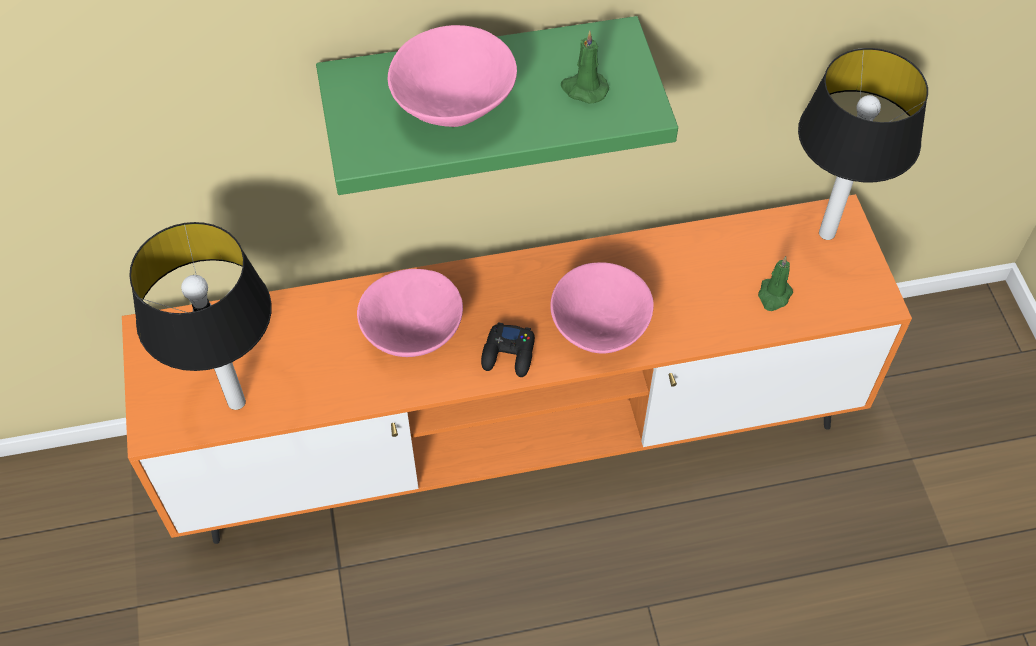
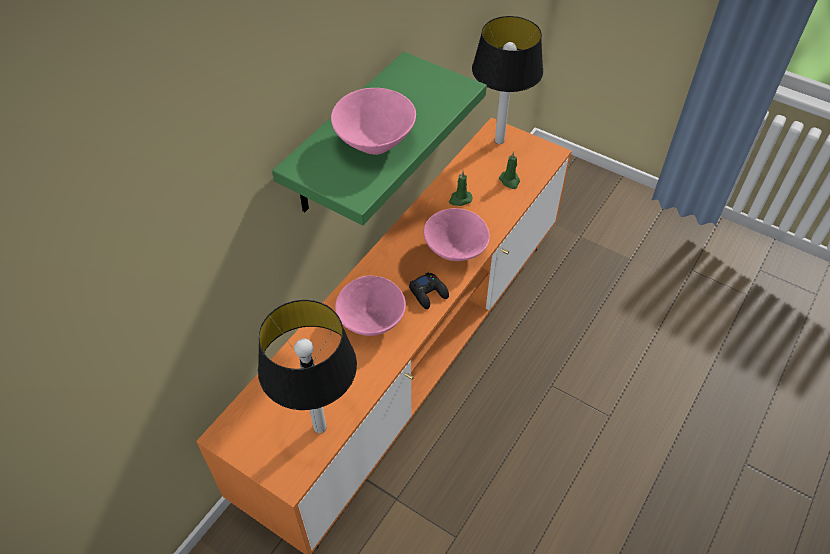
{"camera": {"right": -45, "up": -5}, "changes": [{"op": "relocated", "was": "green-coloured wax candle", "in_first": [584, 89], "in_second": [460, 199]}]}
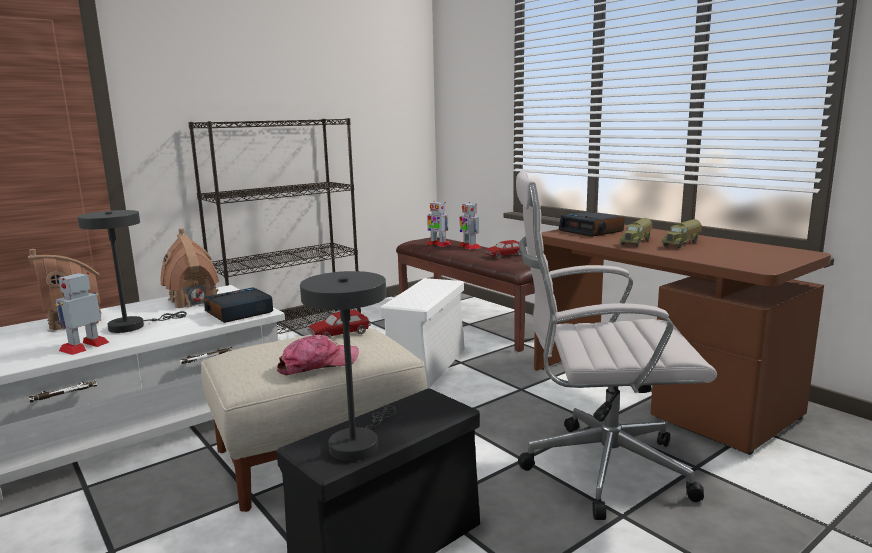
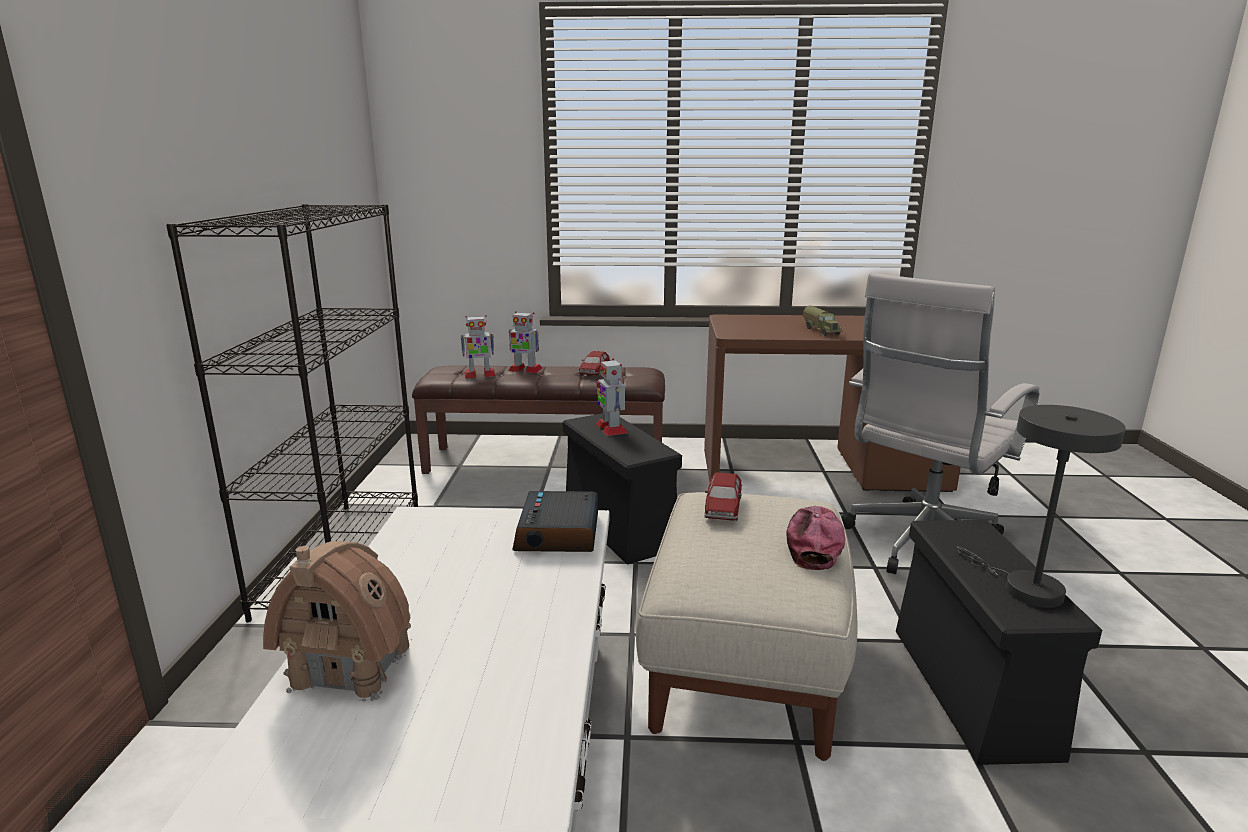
{"camera": {"right": -50, "up": 5}, "changes": [{"op": "missing", "was": "greyish lamp for a table", "in_first": [133, 326]}, {"op": "missing", "was": "bedside clock", "in_first": [591, 231]}, {"op": "missing", "was": "model truck", "in_first": [682, 244]}, {"op": "missing", "was": "toy house", "in_first": [193, 301]}, {"op": "relocated", "was": "robot figure", "in_first": [85, 346], "in_second": [611, 428]}, {"op": "colour", "was": "white storage box", "now": "black storage box", "in_first": [426, 367], "in_second": [620, 528]}]}
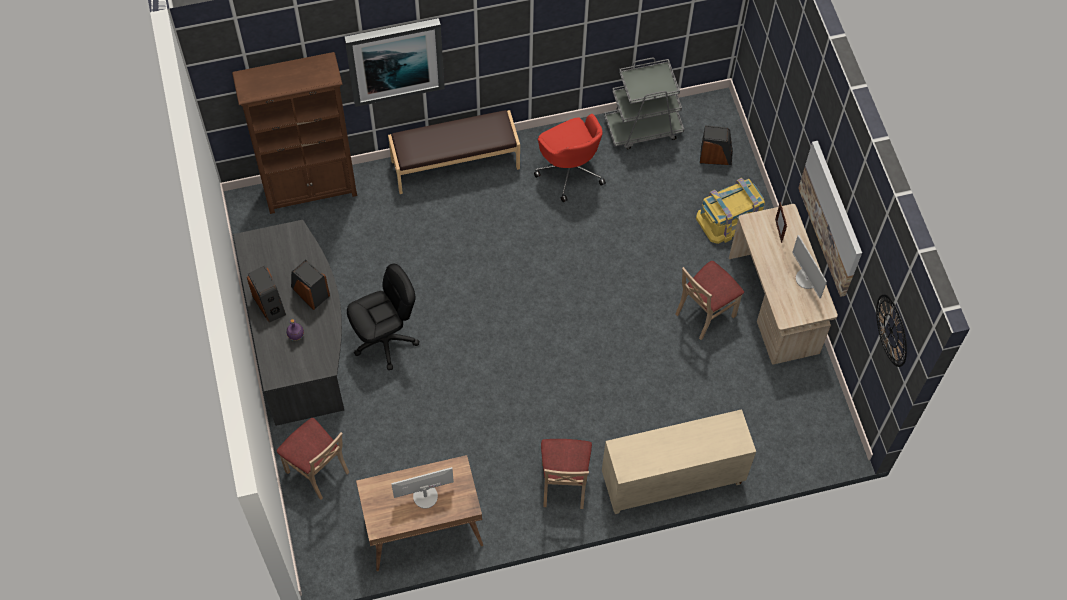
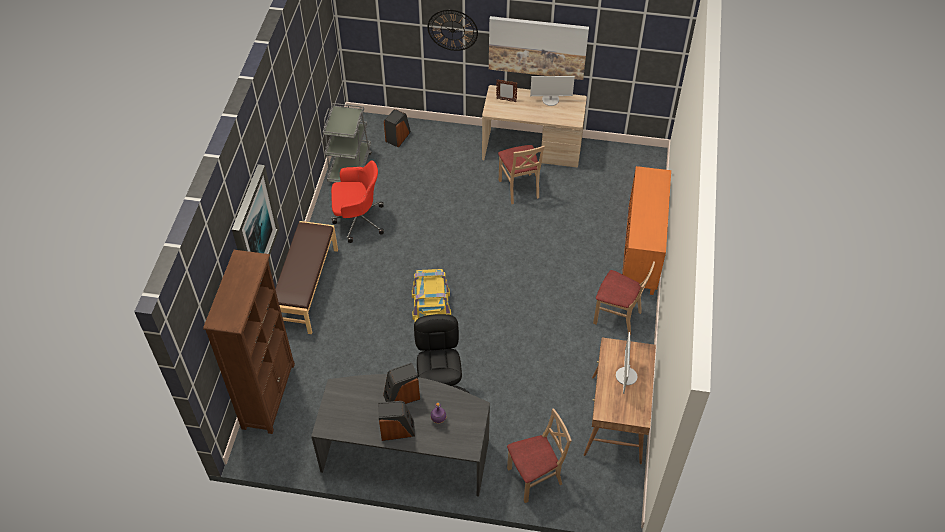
{"camera": {"right": -65, "up": -10}, "changes": [{"op": "relocated", "was": "yellow storage box", "in_first": [729, 217], "in_second": [431, 305]}, {"op": "relocated", "was": "clock on the wall", "in_first": [891, 330], "in_second": [452, 30]}, {"op": "colour", "was": "sand-coloured storage cabinet", "now": "orangey storage cabinet", "in_first": [671, 482], "in_second": [641, 254]}]}
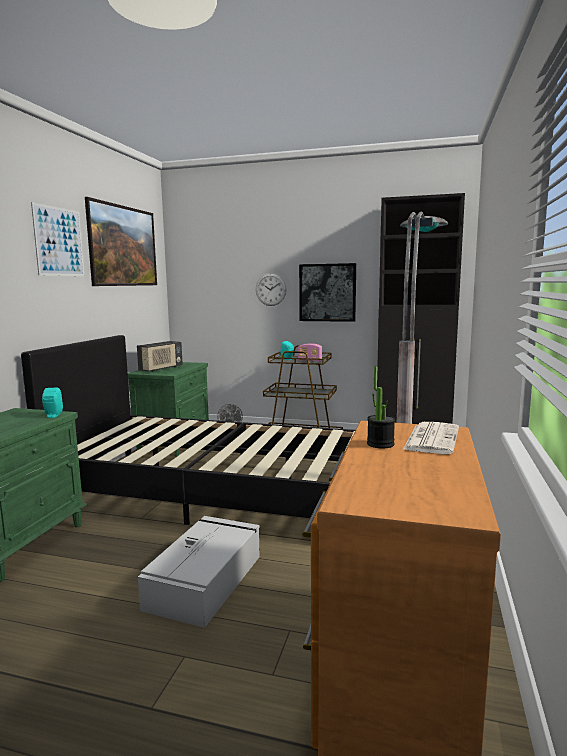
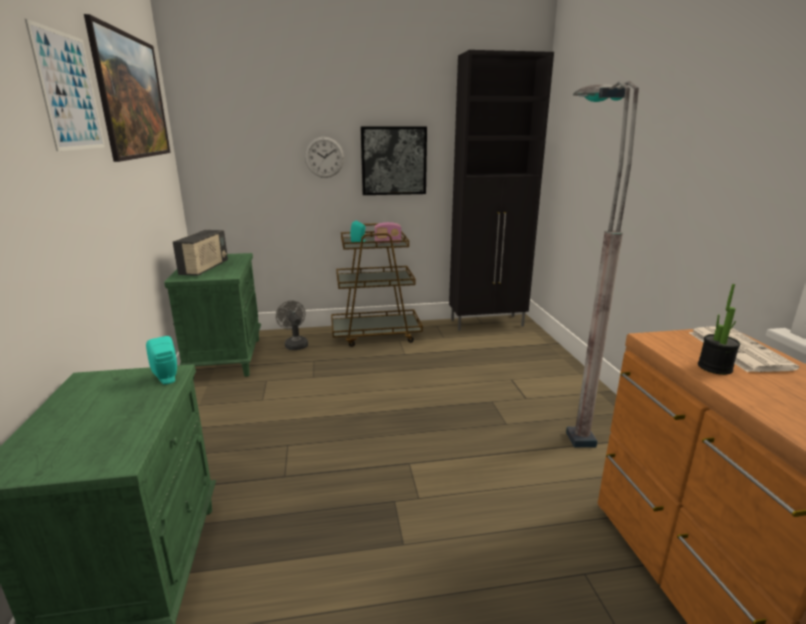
{"camera": {"right": -25, "up": 10}, "changes": [{"op": "missing", "was": "black sleeping bed", "in_first": [218, 494]}, {"op": "missing", "was": "greyish storage box", "in_first": [206, 580]}]}
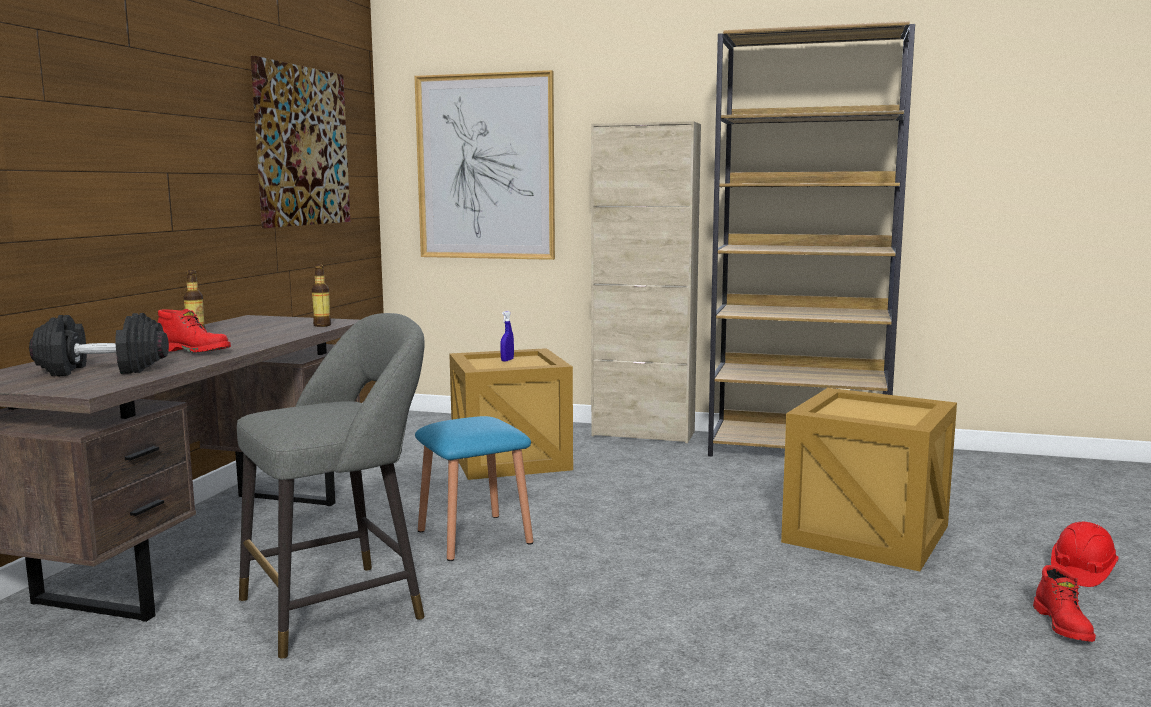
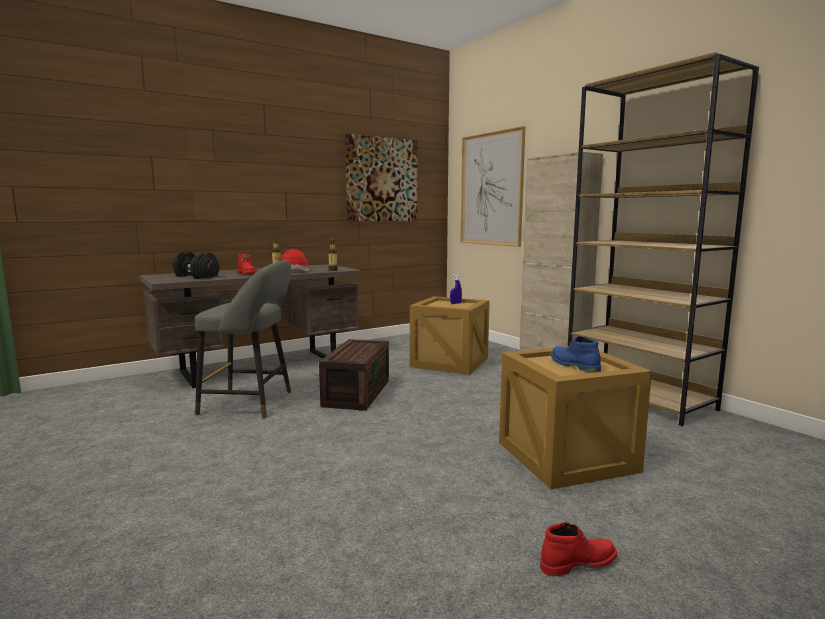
{"camera": {"right": 40, "up": 0}, "changes": [{"op": "exchanged", "was": "blue-coloured sitting stool", "now": "brown storage box", "in_first": [474, 537], "in_second": [356, 392]}, {"op": "relocated", "was": "red-coloured safety helmet", "in_first": [1081, 572], "in_second": [292, 271]}, {"op": "spun", "was": "red-coloured boot", "in_first": [1064, 626], "in_second": [577, 562], "clockwise": -150}, {"op": "appeared", "now": "blue-coloured boot", "in_second": [573, 365]}]}
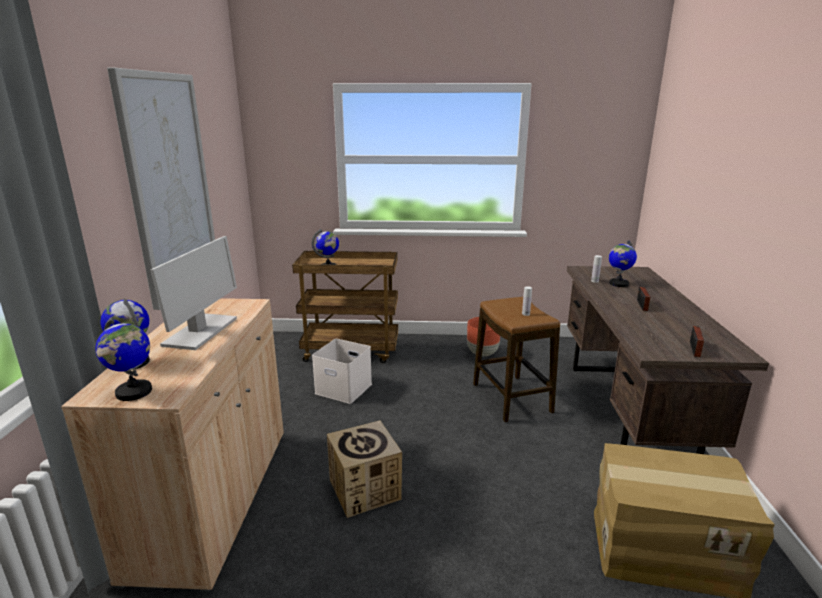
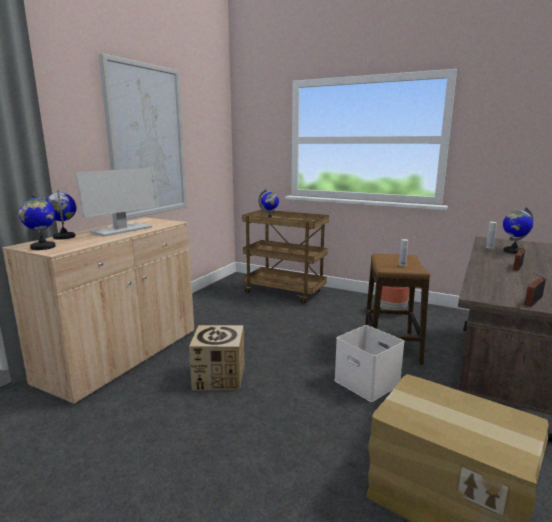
{"camera": {"right": 25, "up": -5}, "changes": [{"op": "relocated", "was": "white storage box", "in_first": [345, 388], "in_second": [368, 382]}]}
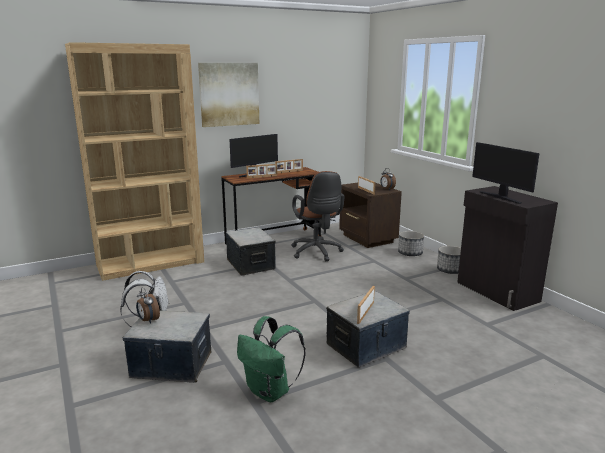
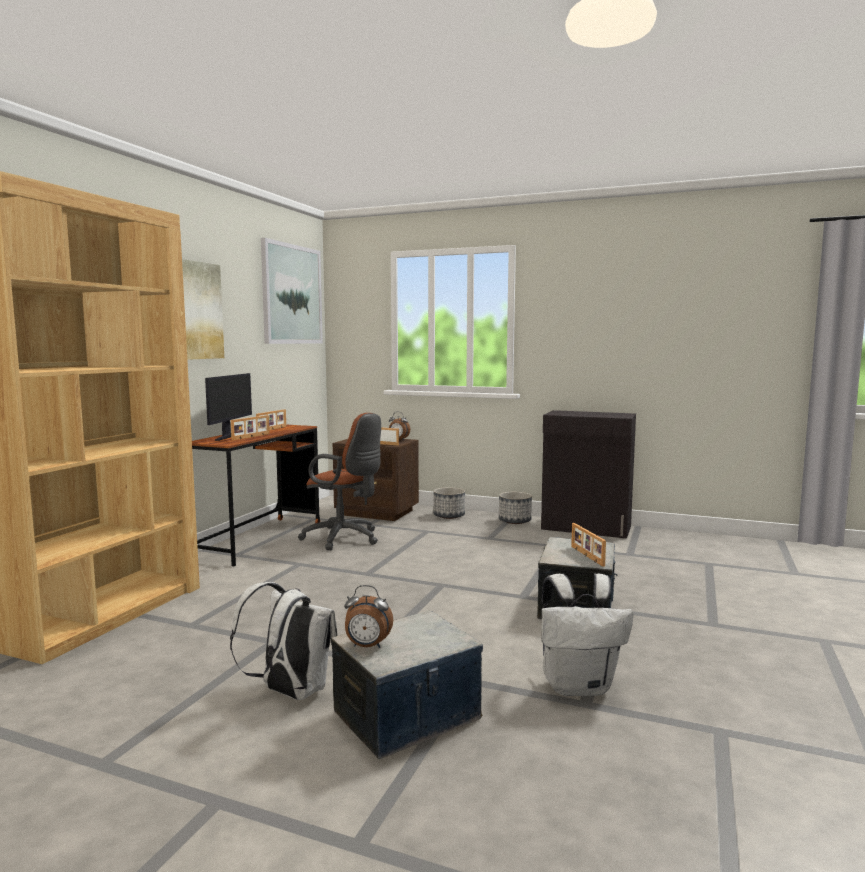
{"camera": {"right": -40, "up": -10}, "changes": [{"op": "missing", "was": "computer display", "in_first": [500, 197]}, {"op": "missing", "was": "storage box", "in_first": [251, 264]}, {"op": "colour", "was": "green-coloured backpack", "now": "white backpack", "in_first": [270, 392], "in_second": [578, 686]}, {"op": "appeared", "now": "wall picture", "in_second": [292, 294]}]}
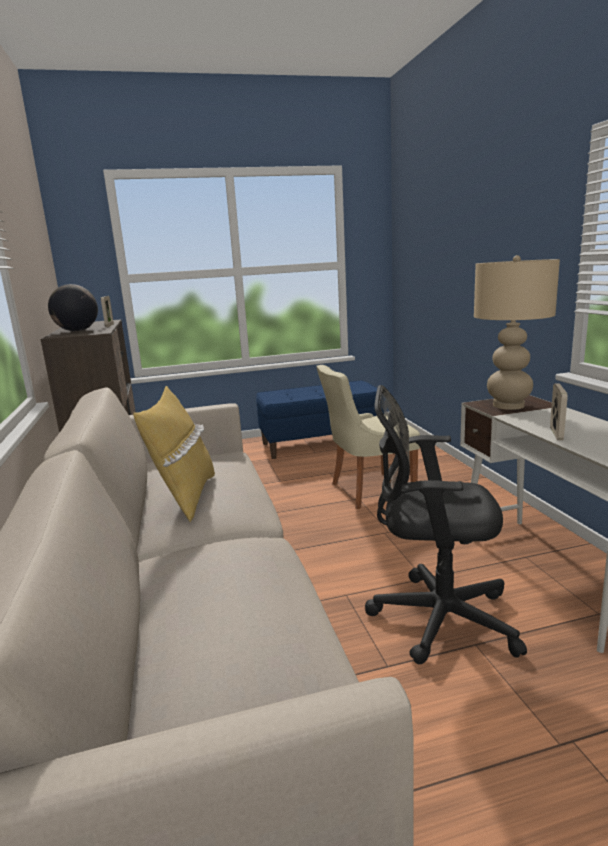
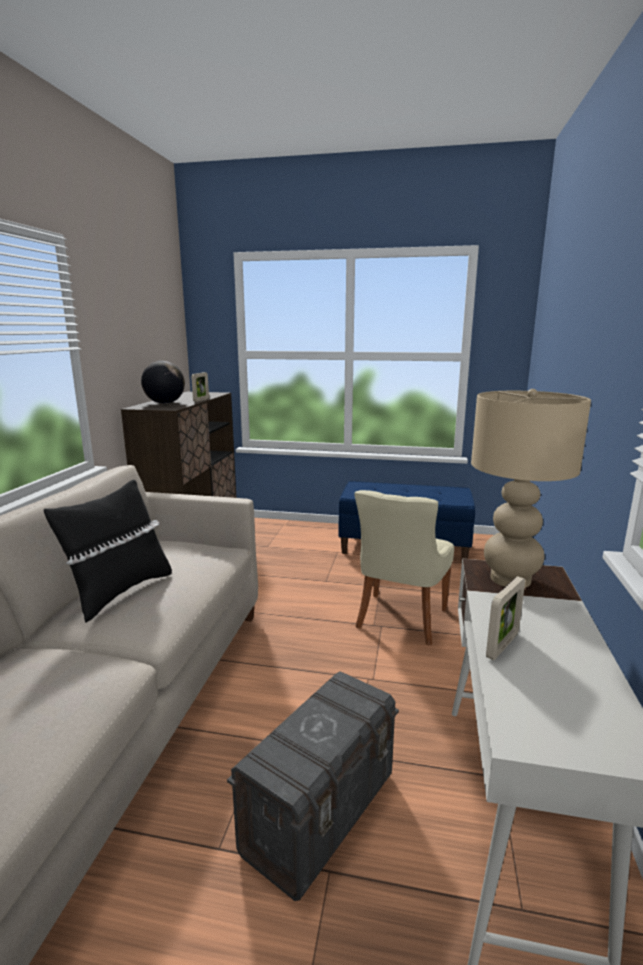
{"camera": {"right": 25, "up": 0}, "changes": [{"op": "spun", "was": "sand-coloured upright chair", "in_first": [368, 491], "in_second": [400, 620], "clockwise": -75}, {"op": "exchanged", "was": "black desk chair", "now": "greyish storage box", "in_first": [436, 617], "in_second": [321, 812]}, {"op": "colour", "was": "yellow pillow", "now": "black pillow", "in_first": [185, 497], "in_second": [120, 592]}]}
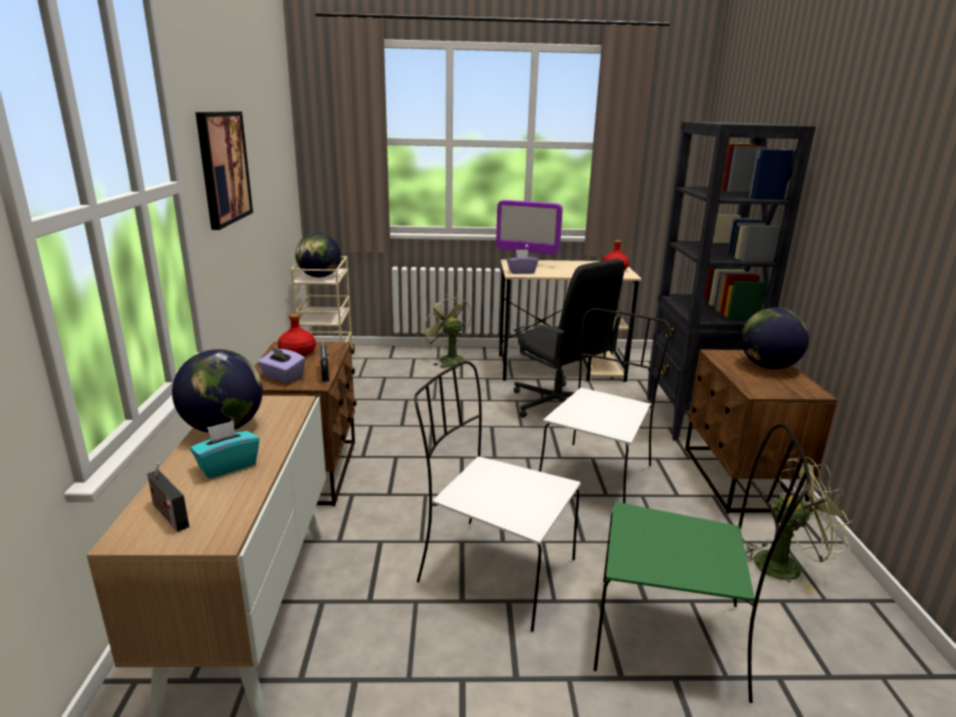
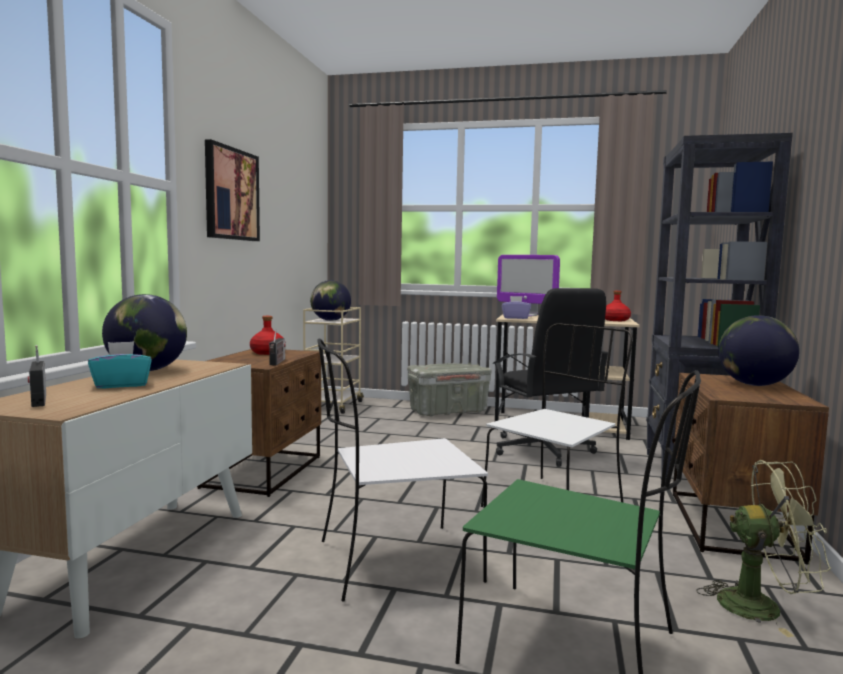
{"camera": {"right": 15, "up": -15}, "changes": [{"op": "exchanged", "was": "green-coloured fan", "now": "greyish storage box", "in_first": [447, 359], "in_second": [447, 411]}, {"op": "missing", "was": "purple box of tissues", "in_first": [282, 377]}, {"op": "spun", "was": "white upright chair", "in_first": [493, 570], "in_second": [394, 562], "clockwise": -60}]}
